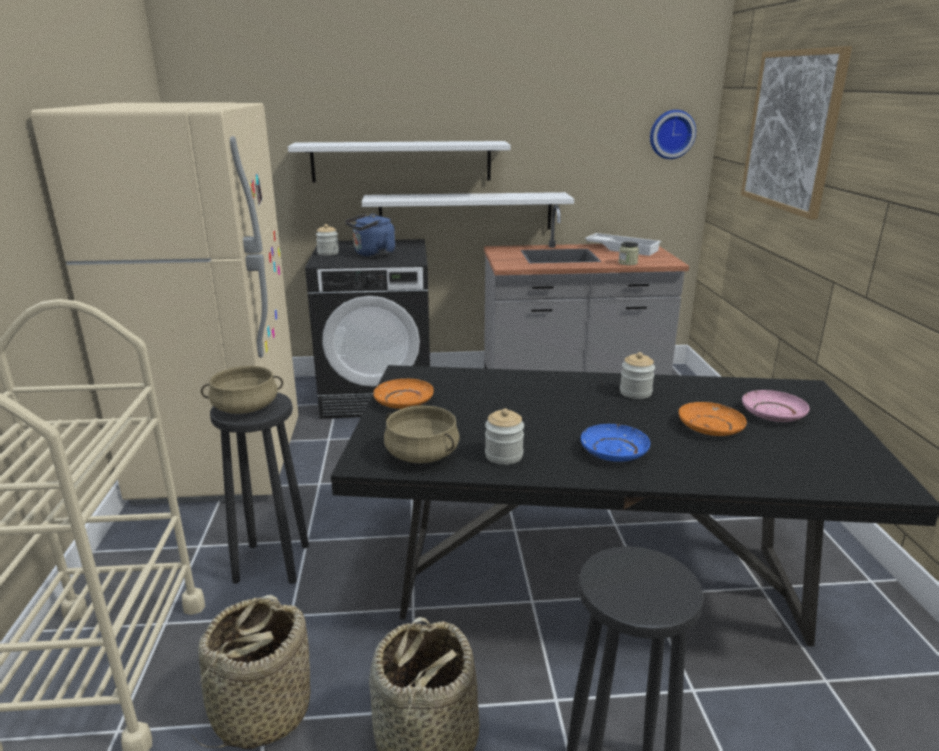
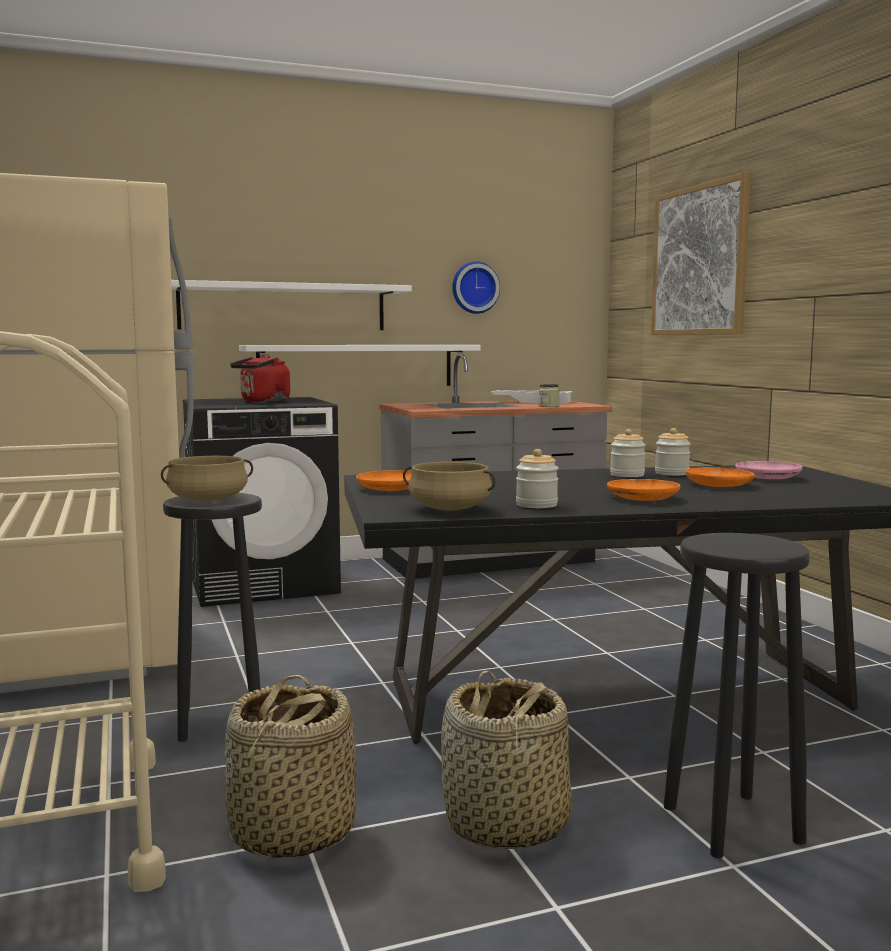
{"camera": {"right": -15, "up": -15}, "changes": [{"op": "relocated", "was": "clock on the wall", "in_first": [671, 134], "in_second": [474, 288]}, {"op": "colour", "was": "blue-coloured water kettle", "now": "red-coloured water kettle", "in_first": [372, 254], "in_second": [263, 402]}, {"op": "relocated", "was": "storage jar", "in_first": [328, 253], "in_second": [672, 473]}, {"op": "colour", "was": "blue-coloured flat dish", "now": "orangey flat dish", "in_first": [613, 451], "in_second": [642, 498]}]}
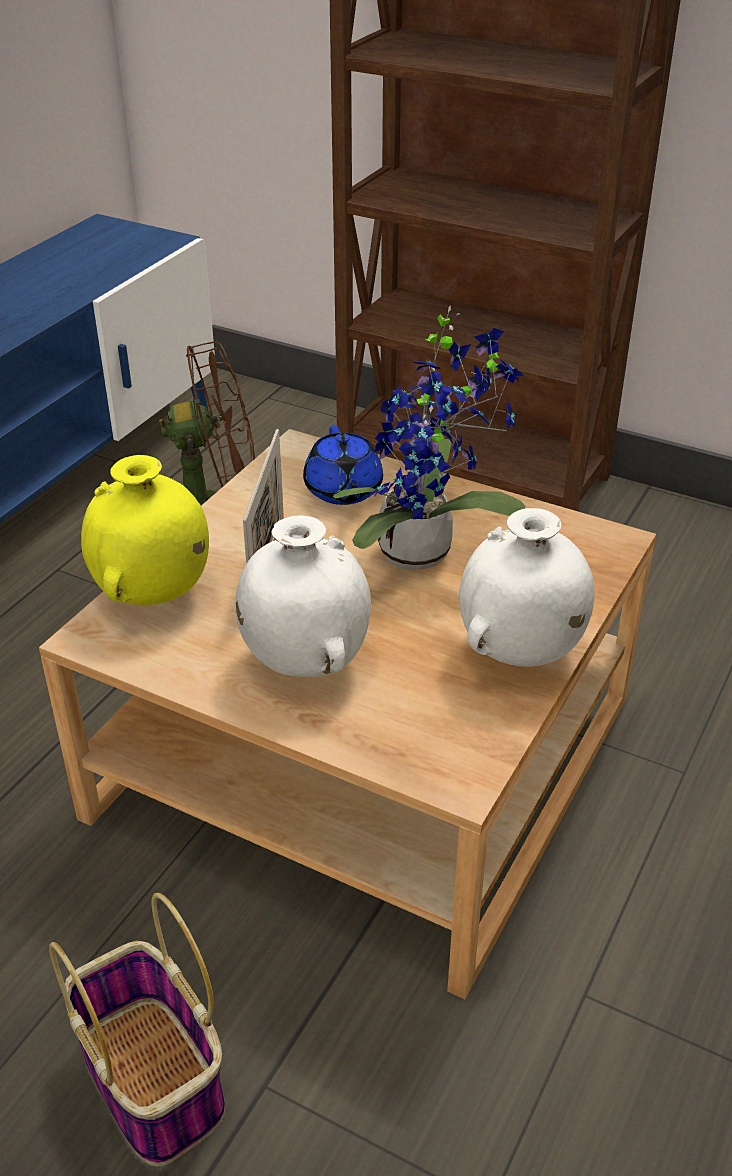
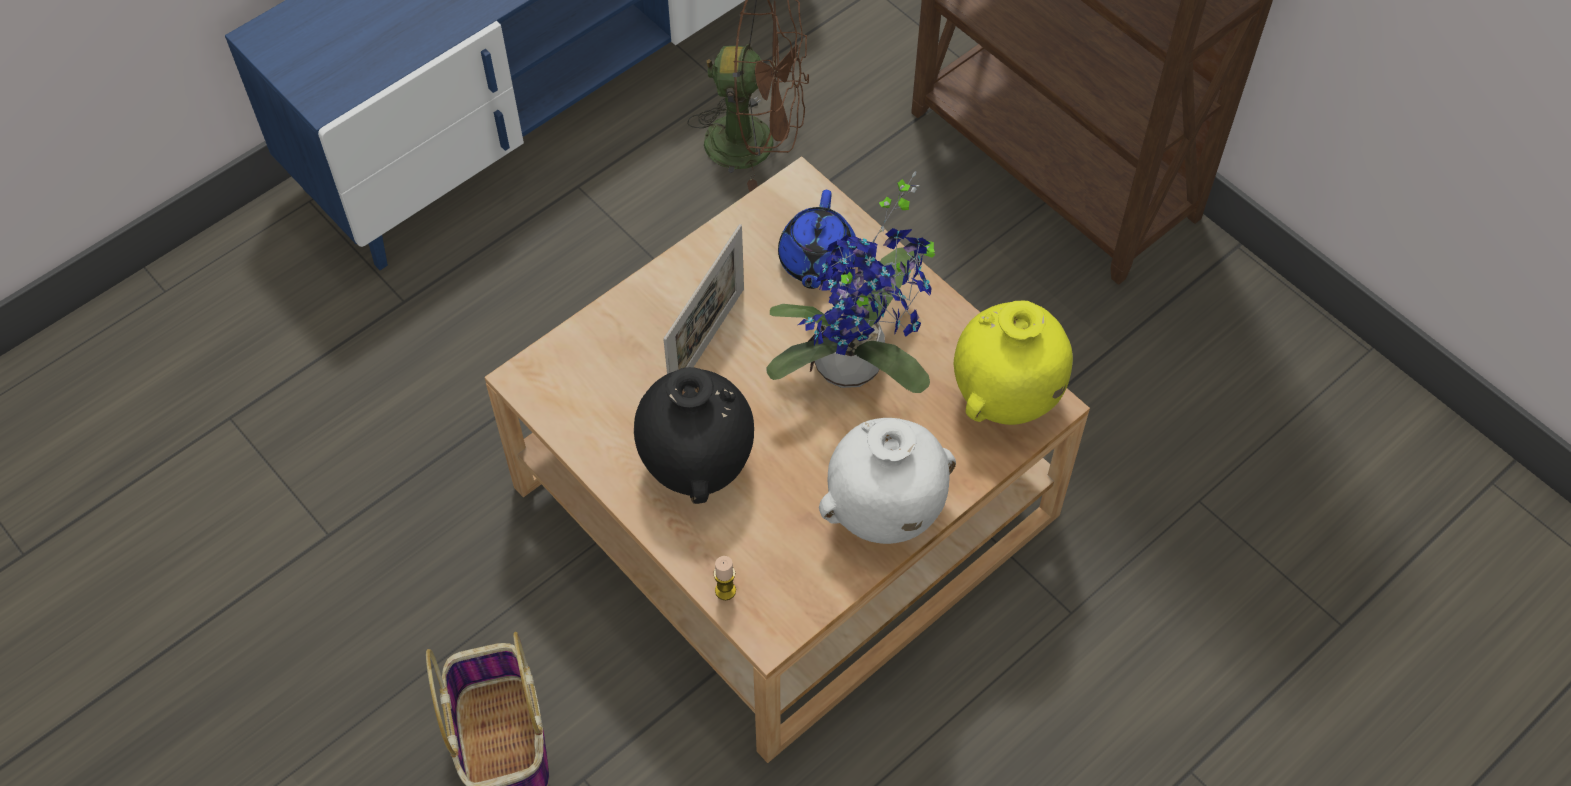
{"camera": {"right": 20, "up": 20}, "changes": [{"op": "relocated", "was": "yellow vase", "in_first": [153, 596], "in_second": [1005, 398]}, {"op": "colour", "was": "white vase", "now": "black vase", "in_first": [305, 661], "in_second": [696, 463]}, {"op": "appeared", "now": "wax candle", "in_second": [725, 590]}]}
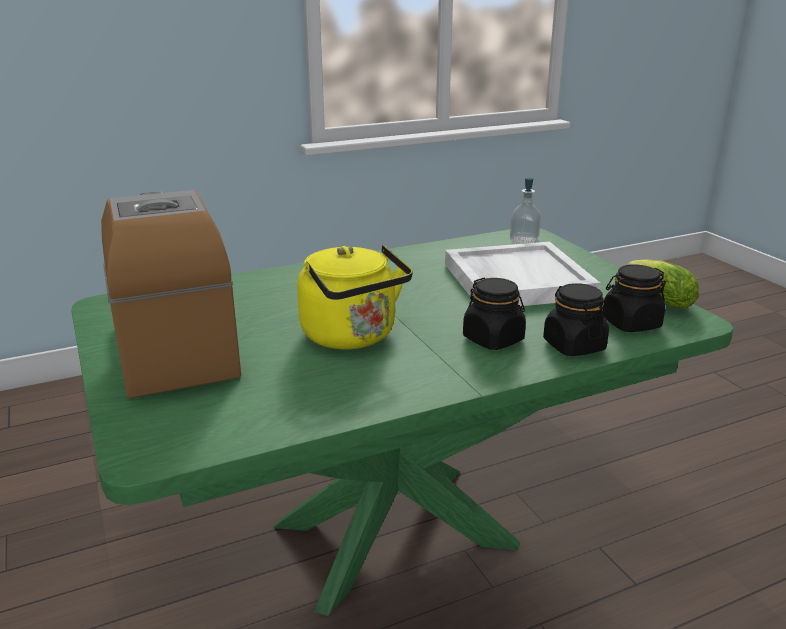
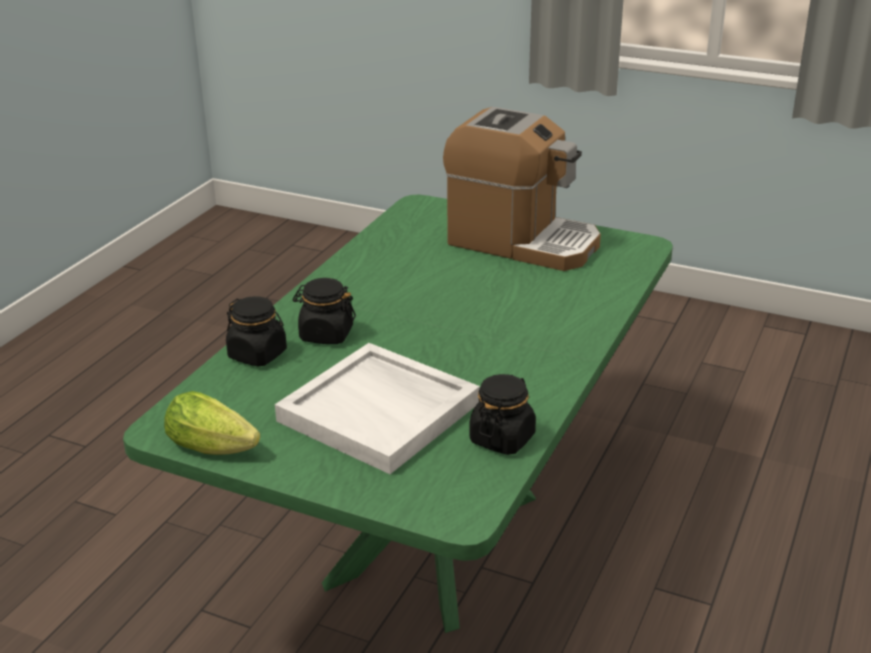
{"camera": {"right": 140, "up": 5}, "changes": [{"op": "missing", "was": "liquid soap bottle", "in_first": [524, 240]}, {"op": "missing", "was": "yellow water kettle", "in_first": [353, 337]}, {"op": "relocated", "was": "black storage jar", "in_first": [630, 323], "in_second": [502, 438]}]}
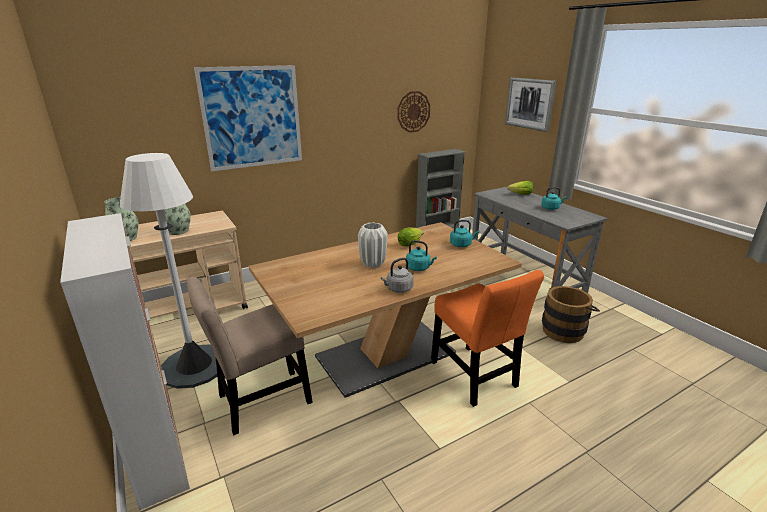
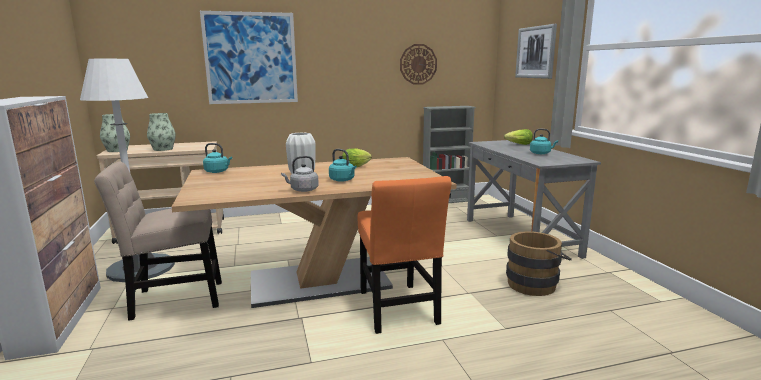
{"camera": {"right": 15, "up": -10}, "changes": [{"op": "relocated", "was": "blue-green water kettle", "in_first": [461, 245], "in_second": [218, 171]}]}
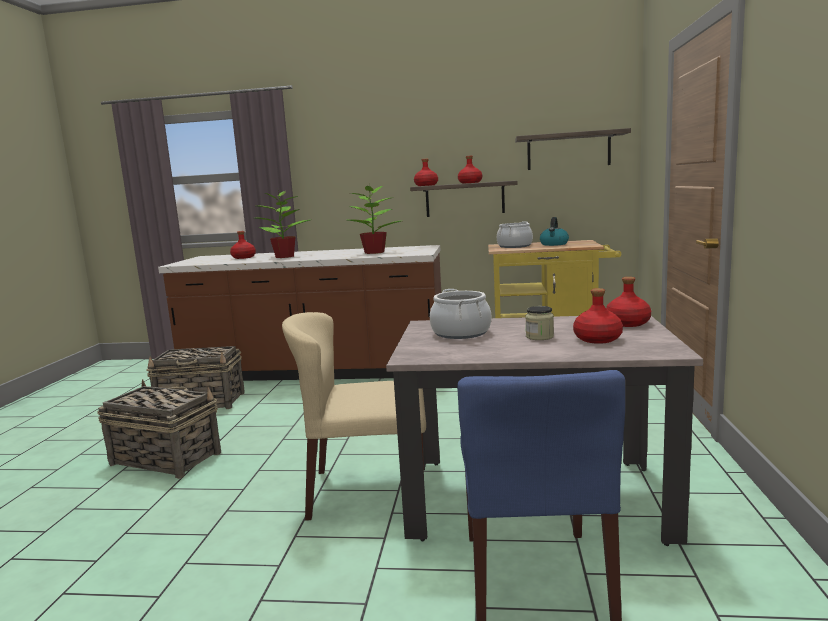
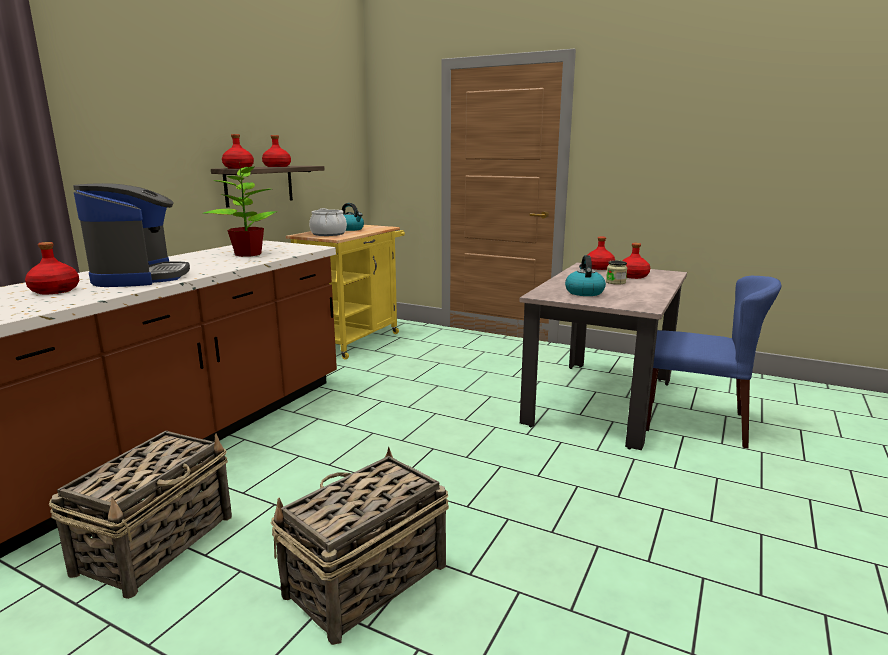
{"camera": {"right": -70, "up": 5}, "changes": [{"op": "missing", "was": "wall shelf", "in_first": [568, 151]}, {"op": "exchanged", "was": "houseplant", "now": "coffee brewer", "in_first": [284, 256], "in_second": [140, 277]}, {"op": "exchanged", "was": "cooking pot", "now": "water kettle", "in_first": [460, 333], "in_second": [584, 292]}, {"op": "missing", "was": "sand-coloured upright chair", "in_first": [366, 491]}]}
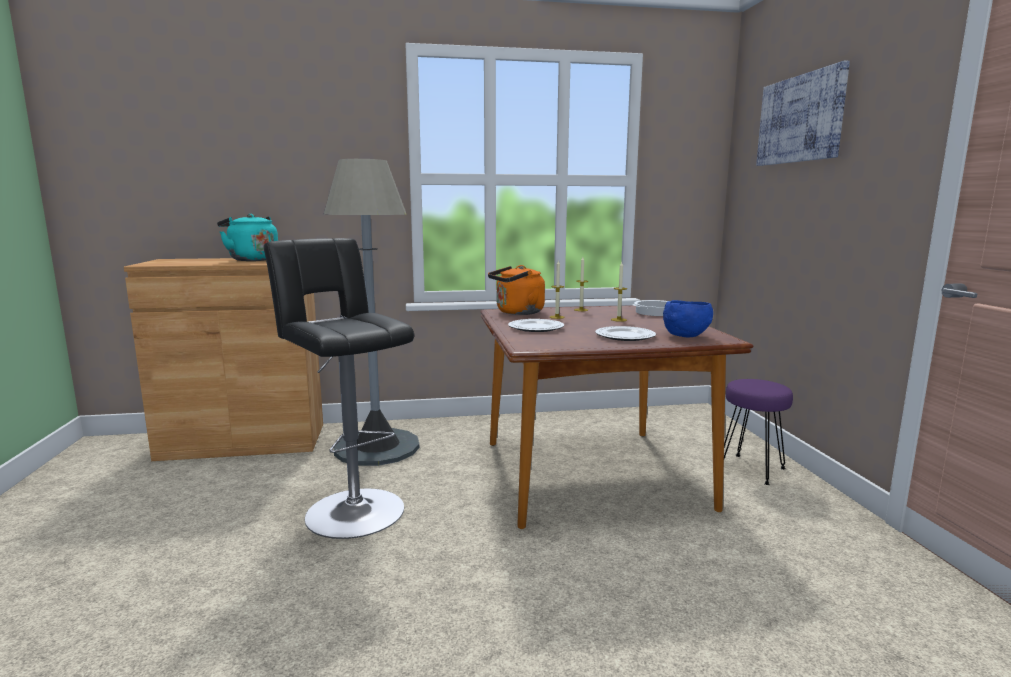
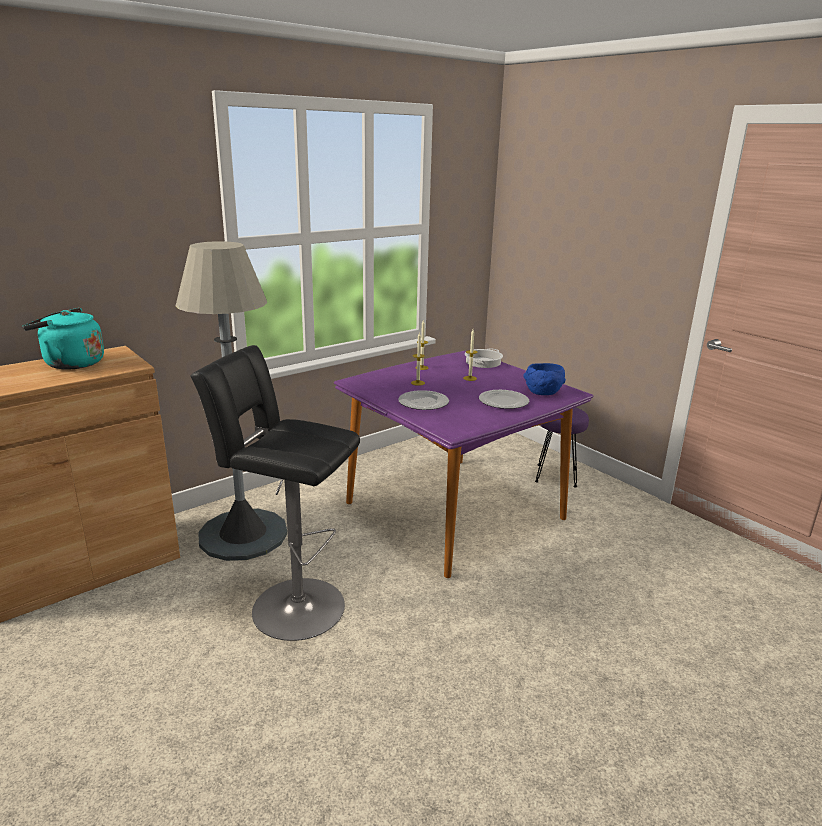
{"camera": {"right": -30, "up": 10}, "changes": [{"op": "missing", "was": "wall picture", "in_first": [800, 119]}, {"op": "missing", "was": "orangey water kettle", "in_first": [517, 312]}, {"op": "colour", "was": "brown dinner table", "now": "purple dinner table", "in_first": [593, 474], "in_second": [455, 511]}]}
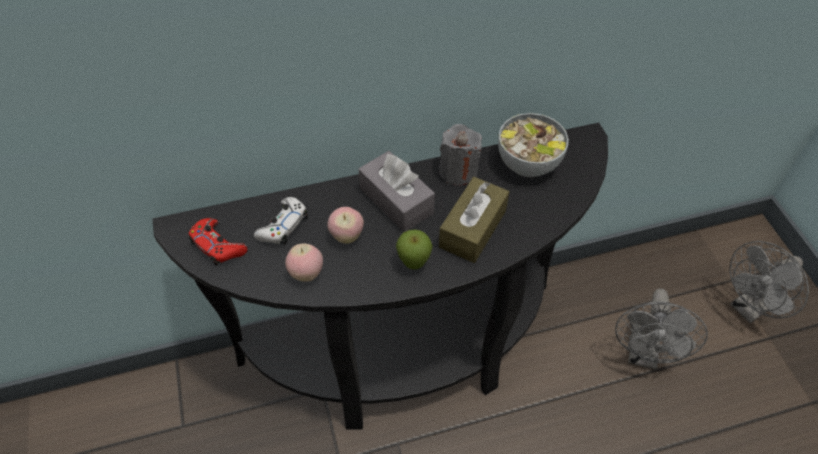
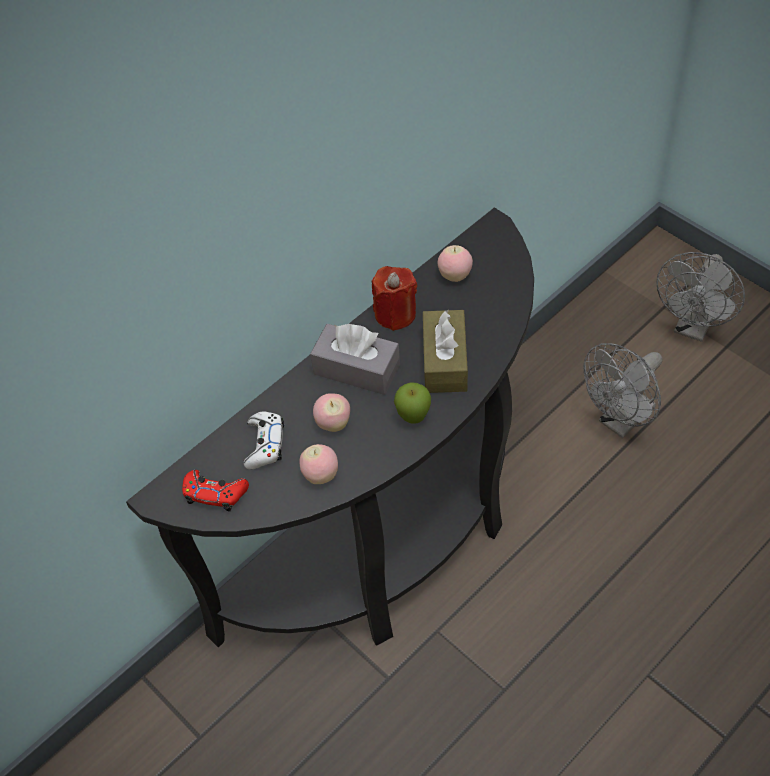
{"camera": {"right": -25, "up": 0}, "changes": [{"op": "exchanged", "was": "bowl", "now": "whole apple", "in_first": [528, 163], "in_second": [455, 276]}, {"op": "colour", "was": "greyish wax candle", "now": "red-coloured wax candle", "in_first": [458, 171], "in_second": [395, 314]}, {"op": "spun", "was": "greyish fan", "in_first": [643, 354], "in_second": [621, 421], "clockwise": 60}]}
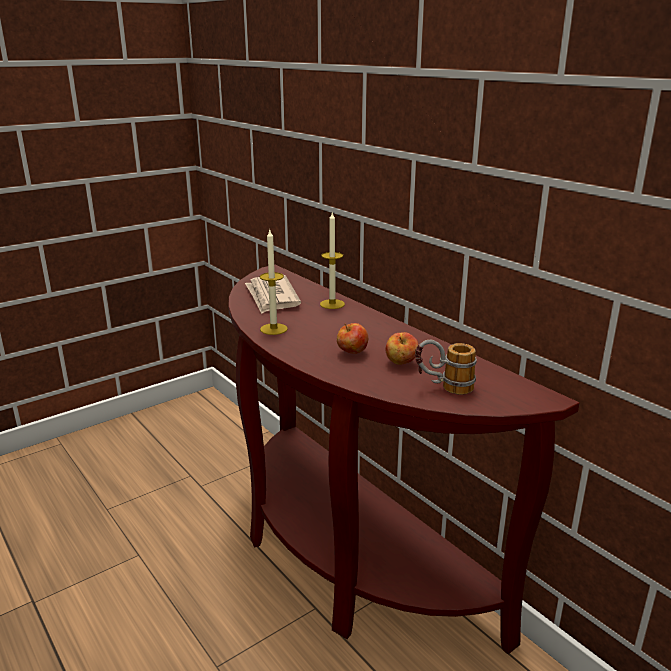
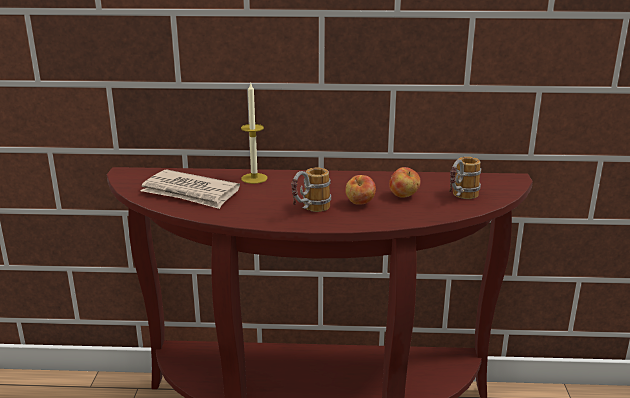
{"camera": {"right": -50, "up": 0}, "changes": [{"op": "missing", "was": "wax candle", "in_first": [273, 329]}, {"op": "appeared", "now": "coffee mug", "in_second": [309, 211]}]}
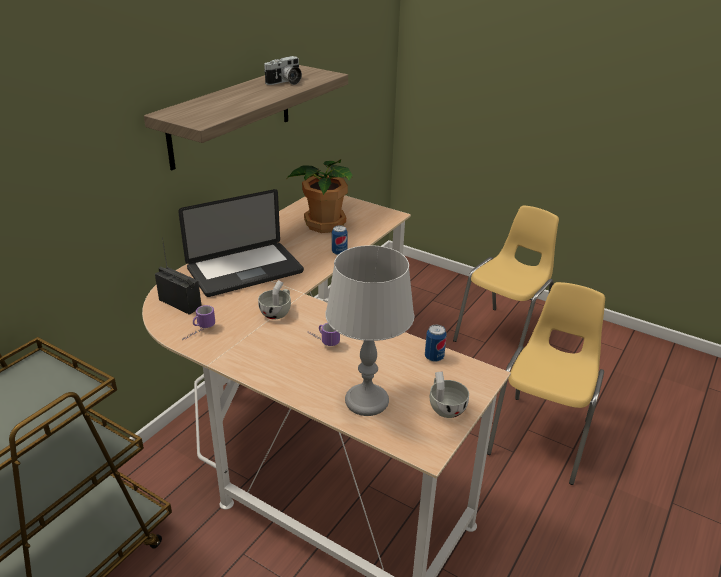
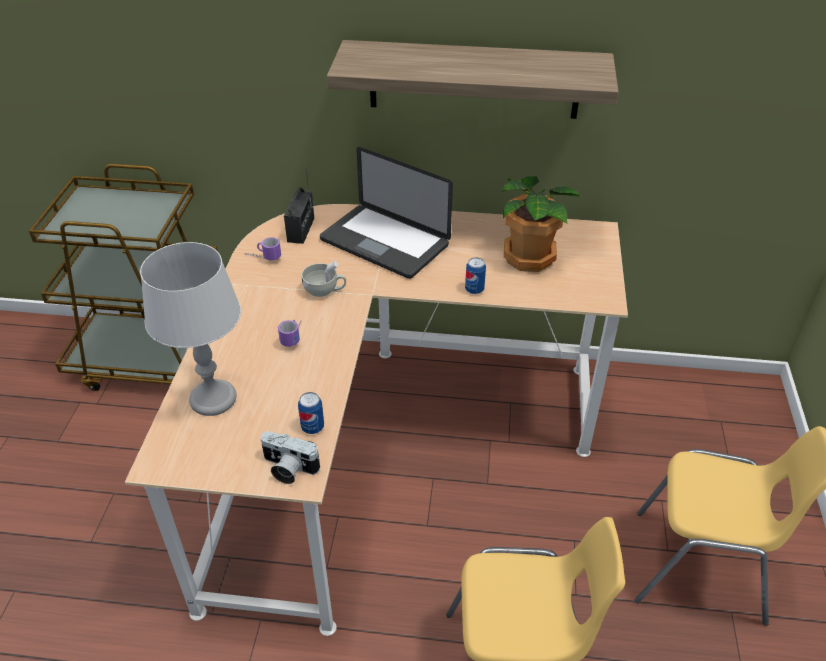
{"camera": {"right": 65, "up": 10}, "changes": [{"op": "relocated", "was": "photo camera", "in_first": [285, 82], "in_second": [288, 468]}, {"op": "missing", "was": "white cup", "in_first": [445, 407]}]}
